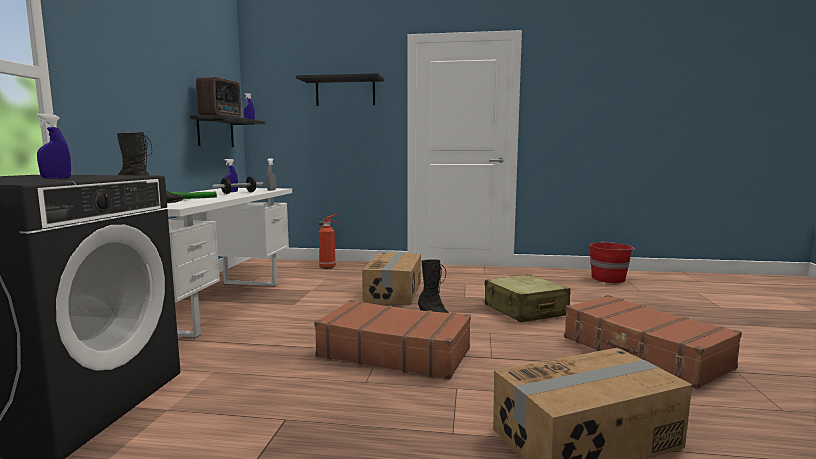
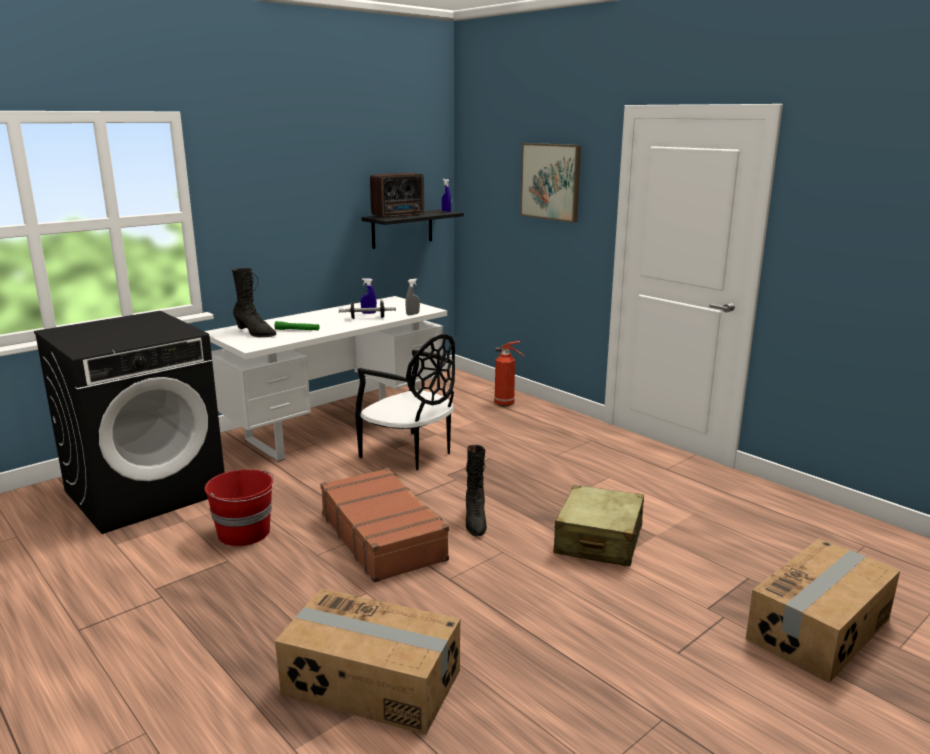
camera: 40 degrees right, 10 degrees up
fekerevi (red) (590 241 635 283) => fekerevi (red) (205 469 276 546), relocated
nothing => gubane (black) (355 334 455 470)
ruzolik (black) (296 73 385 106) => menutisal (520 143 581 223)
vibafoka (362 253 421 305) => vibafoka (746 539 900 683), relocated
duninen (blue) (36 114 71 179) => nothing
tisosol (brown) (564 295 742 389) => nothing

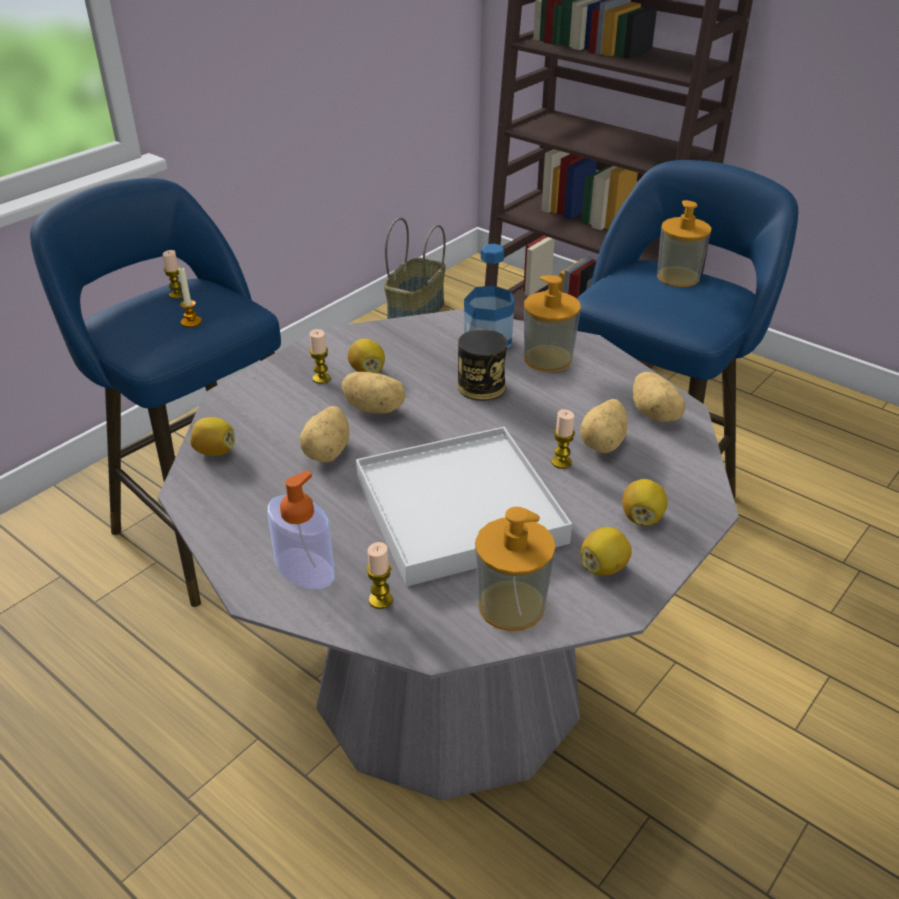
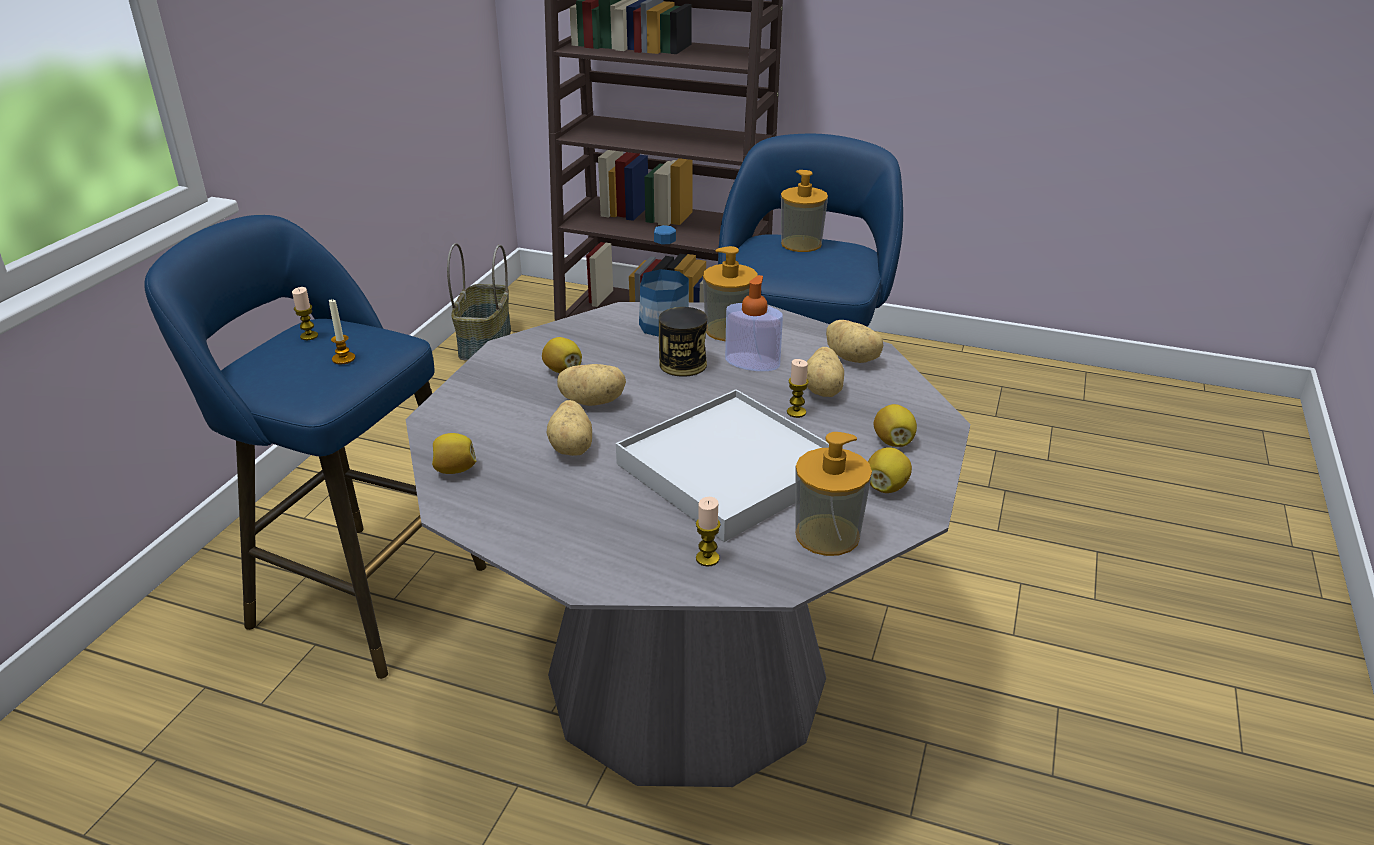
camera: 20 degrees left, 5 degrees down
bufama (267 470 334 589) => bufama (725 275 783 371), relocated
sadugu (310 329 331 384) => nothing

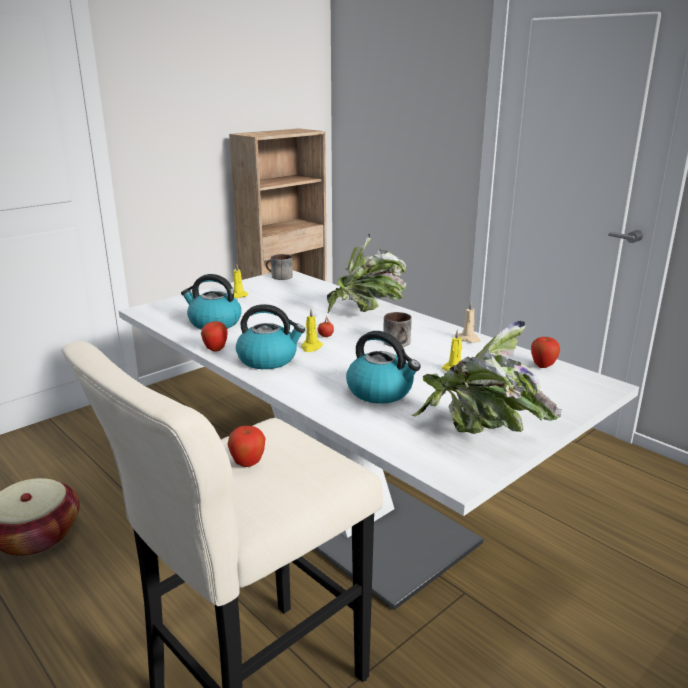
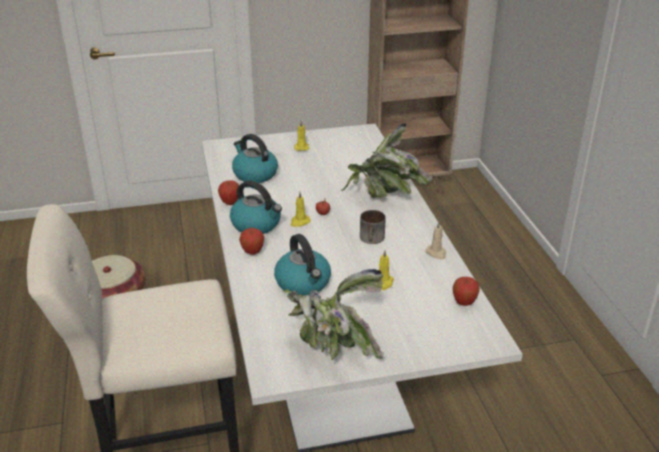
camera: 30 degrees right, 10 degrees up
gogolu (227 426 265 467) => gogolu (239 228 264 255), relocated
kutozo (266 254 293 280) => nothing

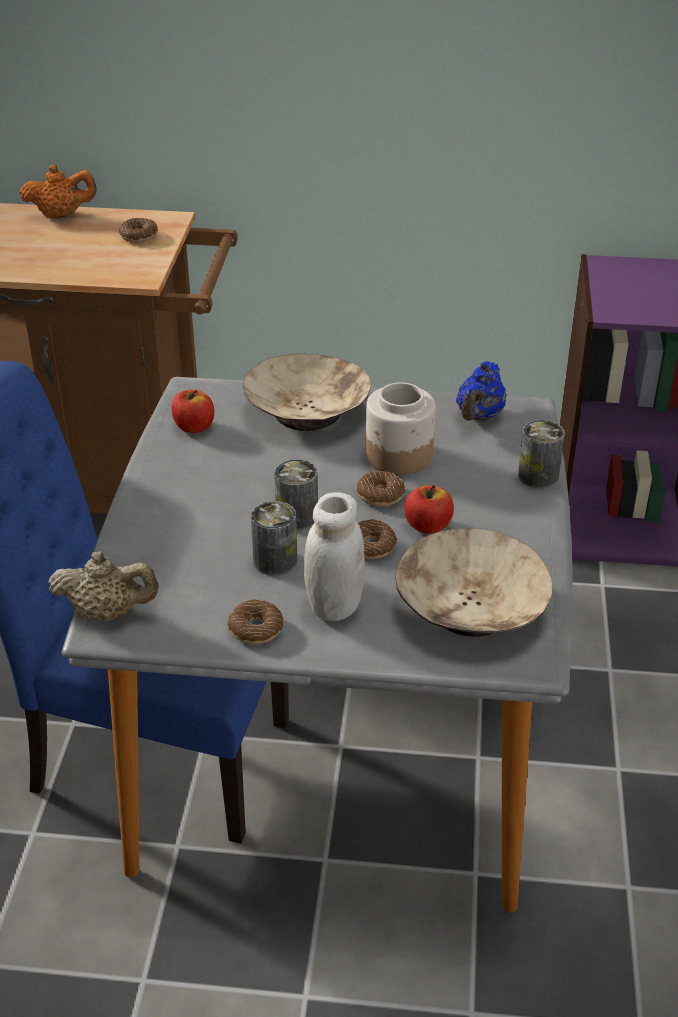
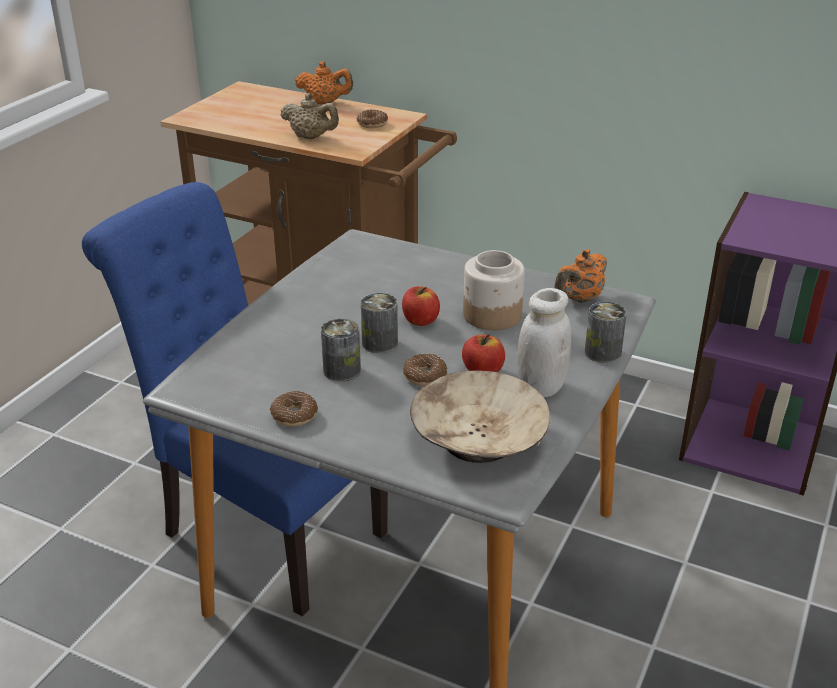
camera: 20 degrees right, 5 degrees down
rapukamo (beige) (48 551 159 621) => rapukamo (beige) (281 93 339 139), relocated
gogolu (172 390 214 433) => gogolu (402 286 440 326), relocated
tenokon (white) (304 492 365 621) => tenokon (white) (517 288 571 398), relocated
rapukamo (blue) (456 361 506 421) => rapukamo (orange) (554 249 607 303)
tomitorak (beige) (243 354 371 431) => nothing
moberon (357 471 405 506) => nothing

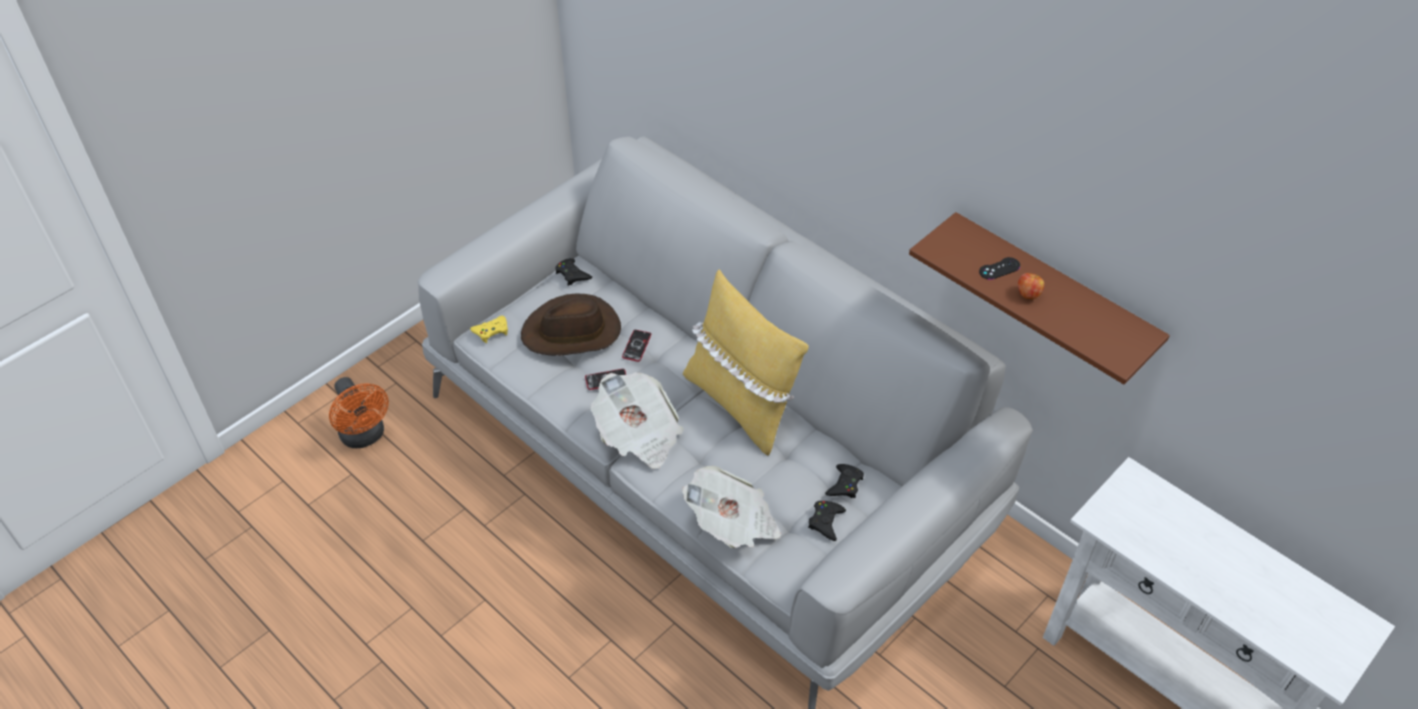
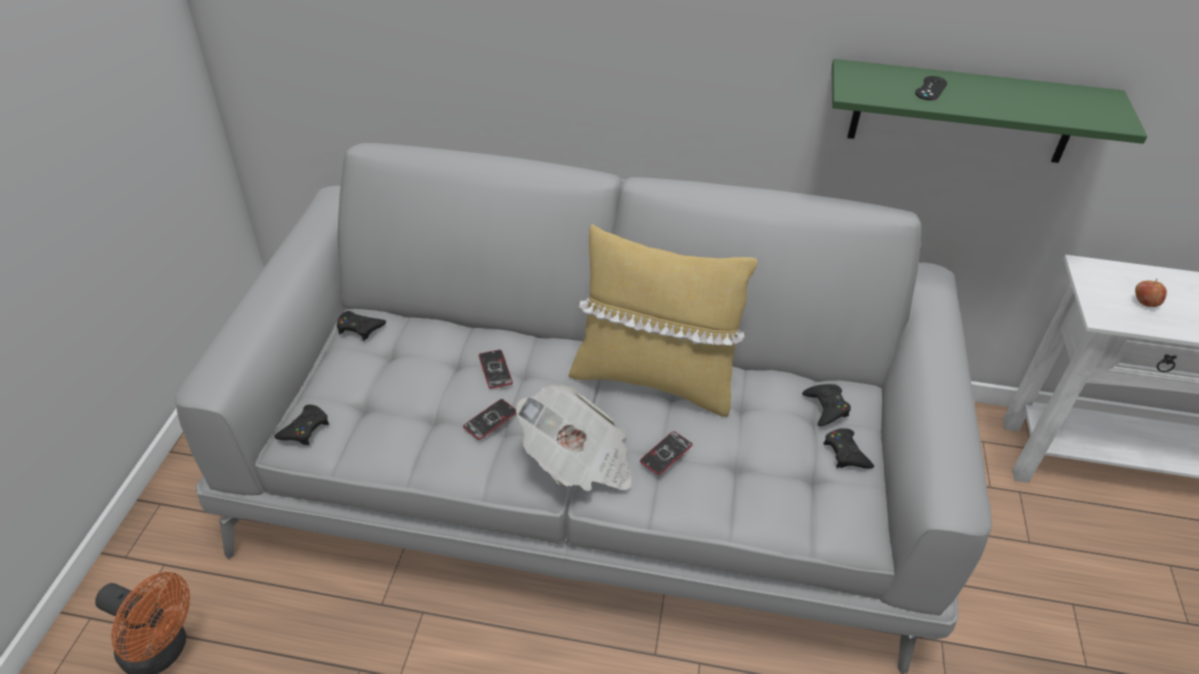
camera: 35 degrees left, 5 degrees down
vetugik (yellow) (470 316 508 343) => vetugik (black) (274 404 329 445)
nothing => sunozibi (640 431 692 475)
ruzolik (brown) (909 212 1170 384) => ruzolik (green) (832 59 1147 163)
gogolu (1018 273 1044 299) => gogolu (1135 279 1167 307), relocated
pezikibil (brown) (521 294 621 356) => nothing
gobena (682 466 781 548) => nothing

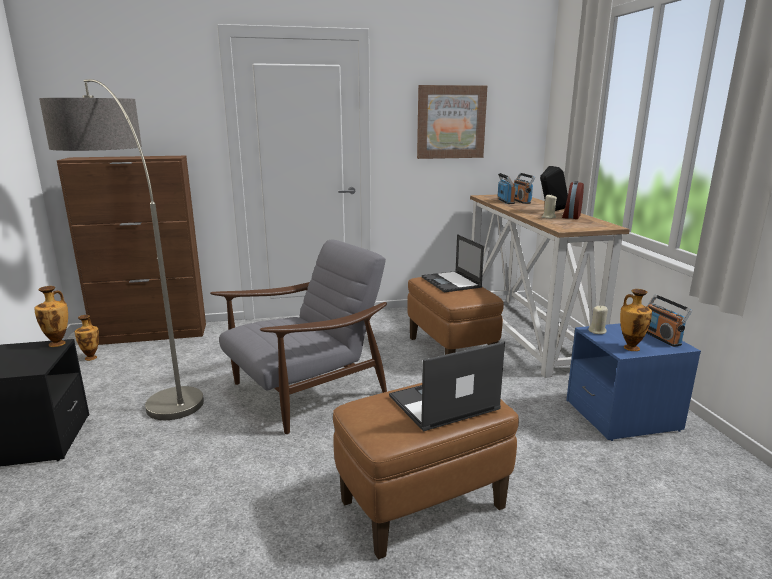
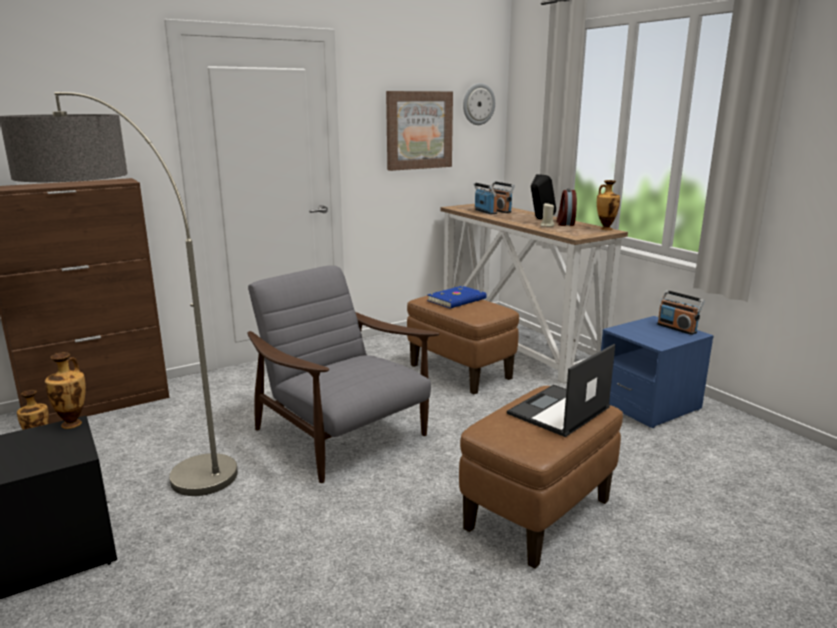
camera: 20 degrees left, 0 degrees up
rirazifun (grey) (210 240 387 434) => rirazifun (grey) (247 265 439 483), 75 degrees counterclockwise
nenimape (422 234 484 293) => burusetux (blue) (427 286 487 308)
nothing => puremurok (463 83 495 125)
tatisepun (620 289 652 351) => tatisepun (597 180 620 230), relocated
sadugu (beige) (588 305 608 334) => nothing

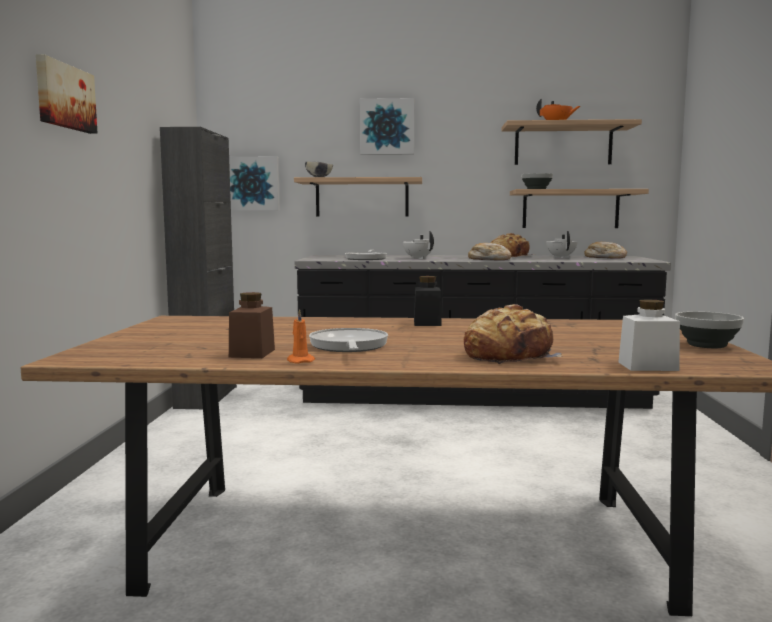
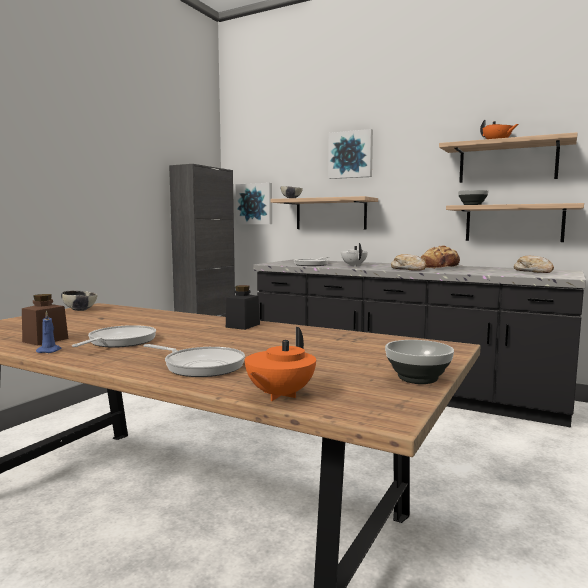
camera: 25 degrees right, 0 degrees up
sadugu (orange) (287 309 315 364) => sadugu (blue) (36 310 61 353)
nothing => tomitorak (61 291 98 311)
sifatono (464 304 562 364) => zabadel (143 344 245 377)
tenokon (white) (618 299 680 371) => rapukamo (orange) (245 327 316 401)
menutisal (36 54 98 134) => nothing
rapukamo (white) (546 231 578 258) => nothing

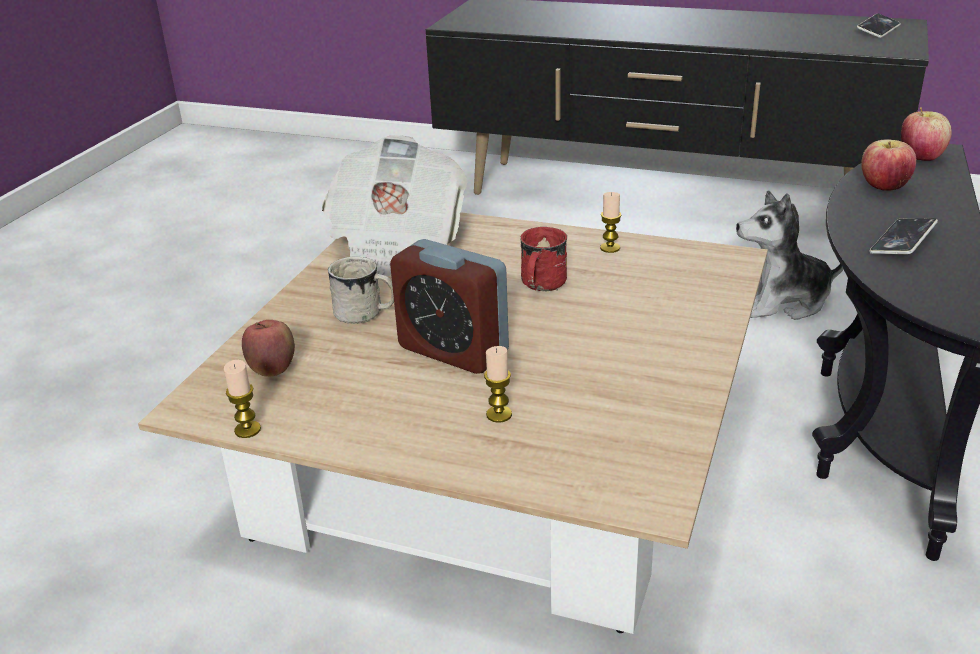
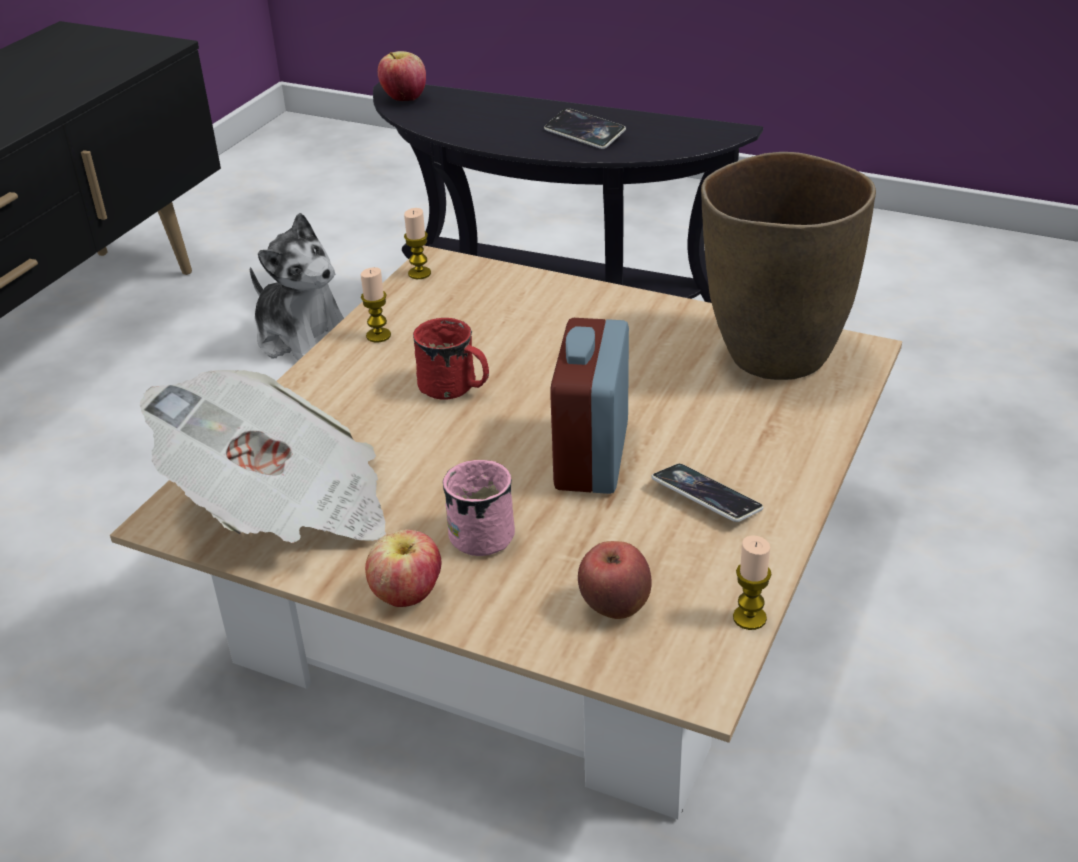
camera: 85 degrees left, 5 degrees up
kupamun (736 190 844 320) => kupamun (250 213 344 361), 45 degrees counterclockwise
gogolu (861 139 916 191) => gogolu (365 529 441 607), relocated
sadugu (484 346 512 423) => sadugu (404 208 431 279), relocated
kutozo (white) (328 256 394 324) => kutozo (pink) (443 460 515 556)
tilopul (390 239 509 374) => tilopul (550 318 629 494), 150 degrees clockwise
sunozibi (857 13 901 38) => sunozibi (651 464 764 522), relocated
nothing => tatisepun (brown) (701 152 876 380)

